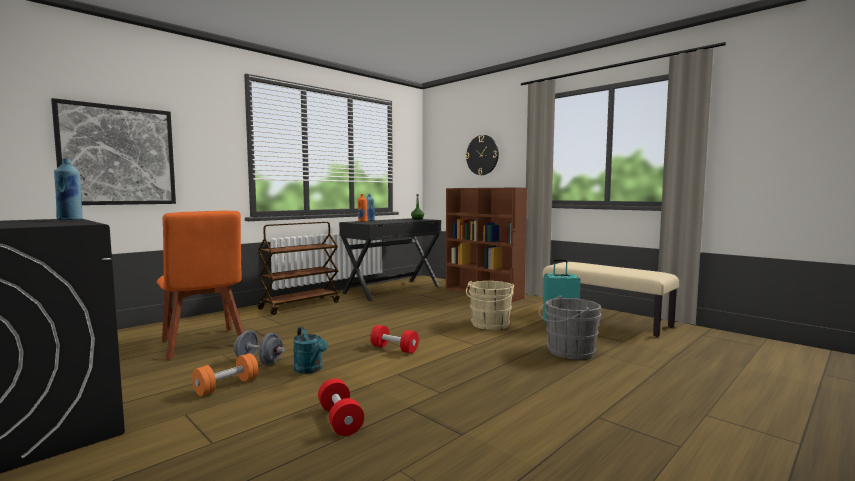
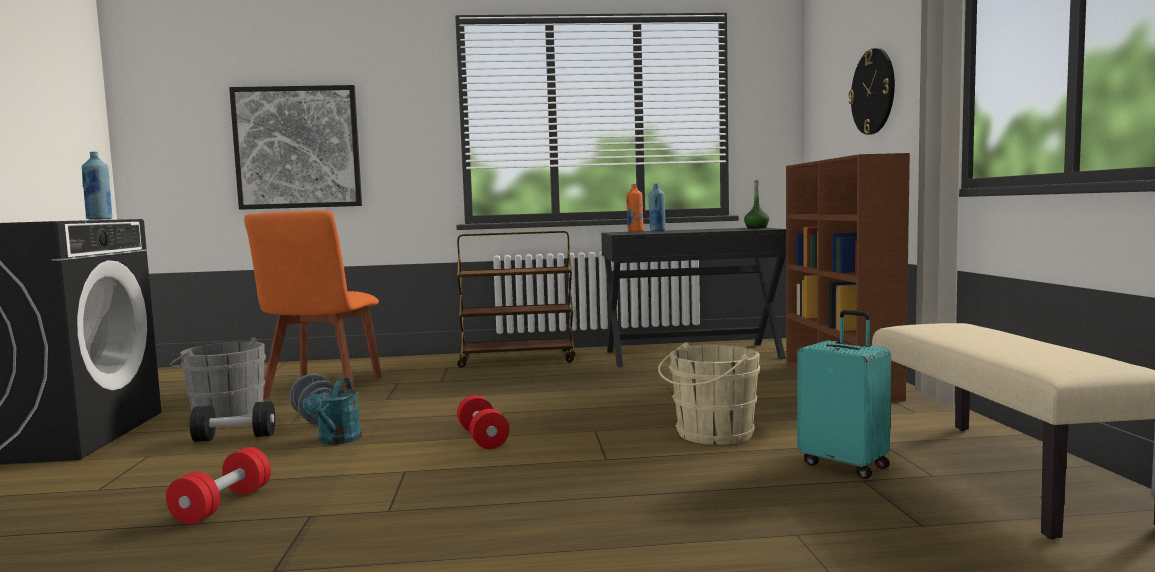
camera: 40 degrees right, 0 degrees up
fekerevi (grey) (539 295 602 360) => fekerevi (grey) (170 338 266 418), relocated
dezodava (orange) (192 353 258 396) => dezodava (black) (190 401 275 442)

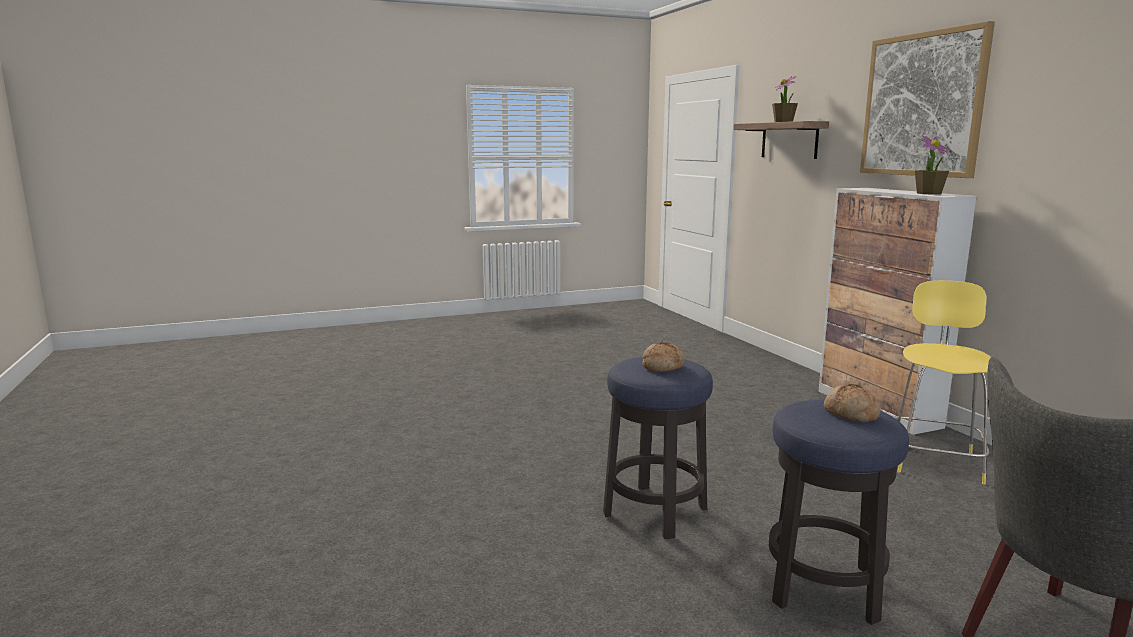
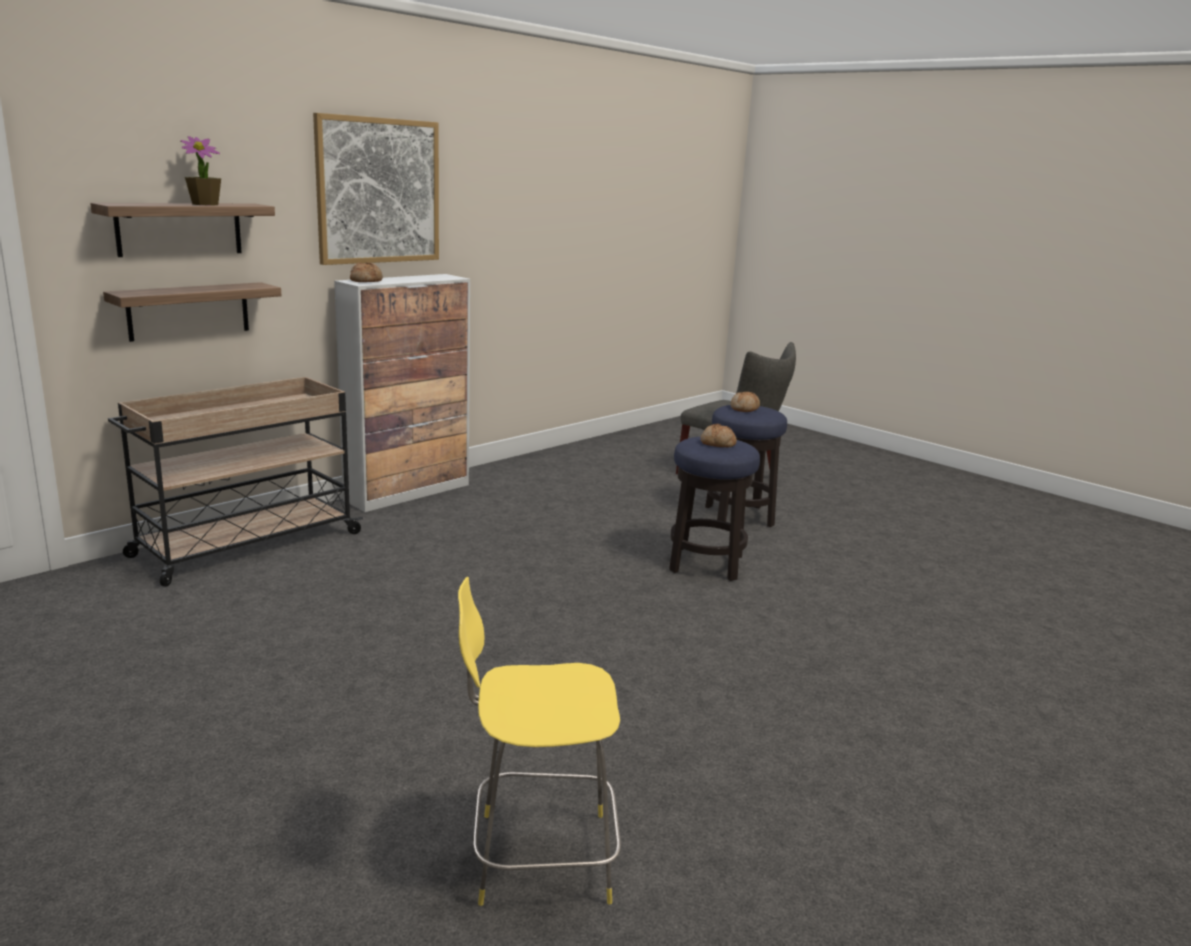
camera: 115 degrees left, 5 degrees up
nothing => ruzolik (103 282 281 342)
nothing => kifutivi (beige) (108 377 363 587)
nothing => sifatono (350 262 383 282)
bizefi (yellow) (895 280 991 485) => bizefi (yellow) (458 577 621 906), relocated
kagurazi (915 136 949 195) => nothing

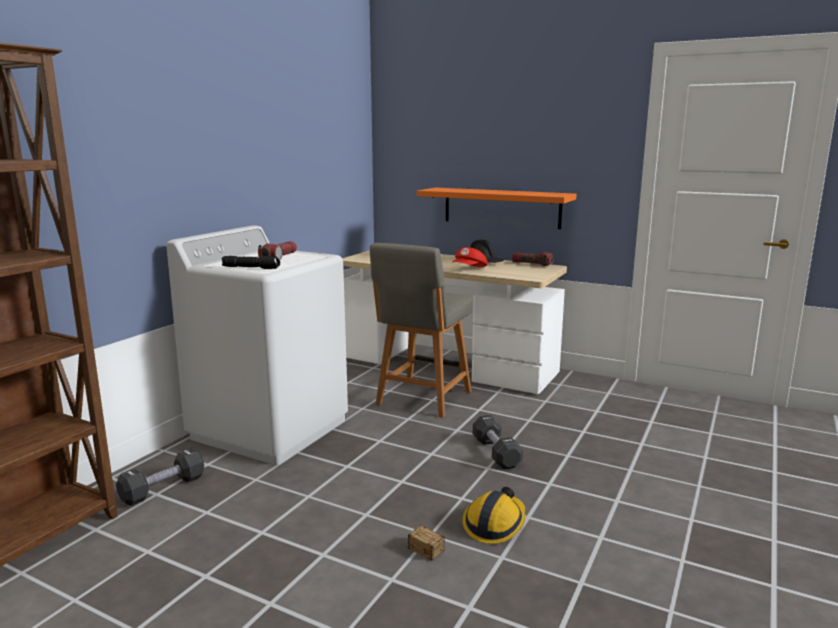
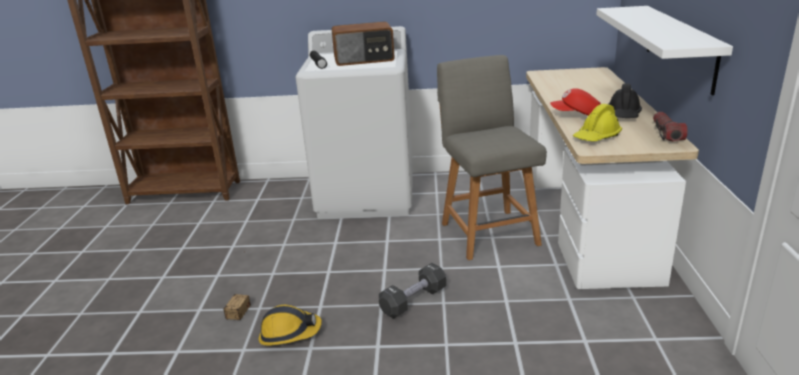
camera: 65 degrees right, 10 degrees up
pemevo (258 241 297 260) => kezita (331 21 395 66)
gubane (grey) (370 243 473 418) => gubane (grey) (437 55 547 260), 75 degrees clockwise
nothing => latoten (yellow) (573 104 622 141)
ruzolik (orange) (417 188 577 229) => ruzolik (white) (596 6 733 95)
dezodava (black) (116 448 204 506) => nothing

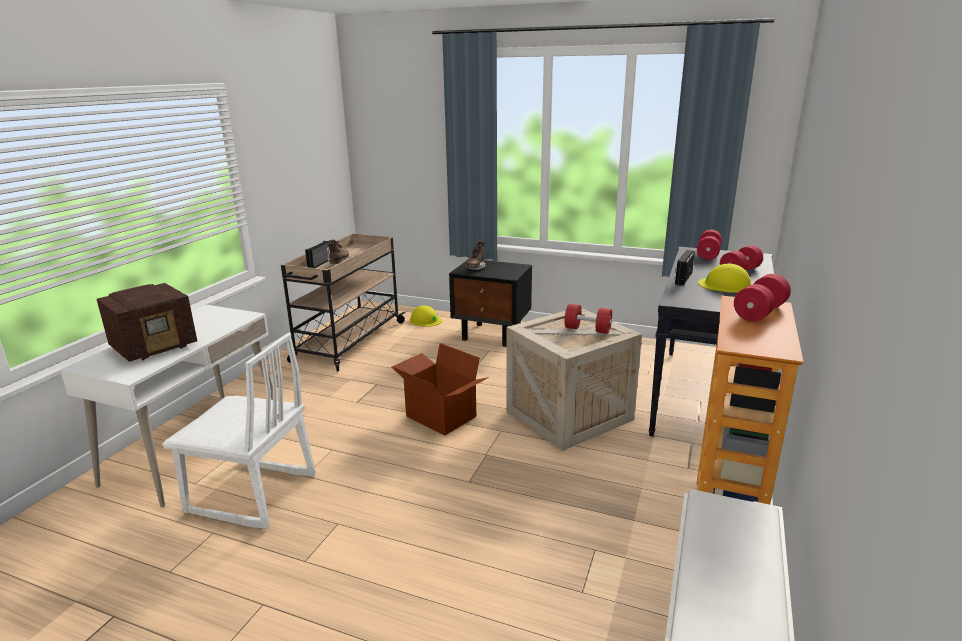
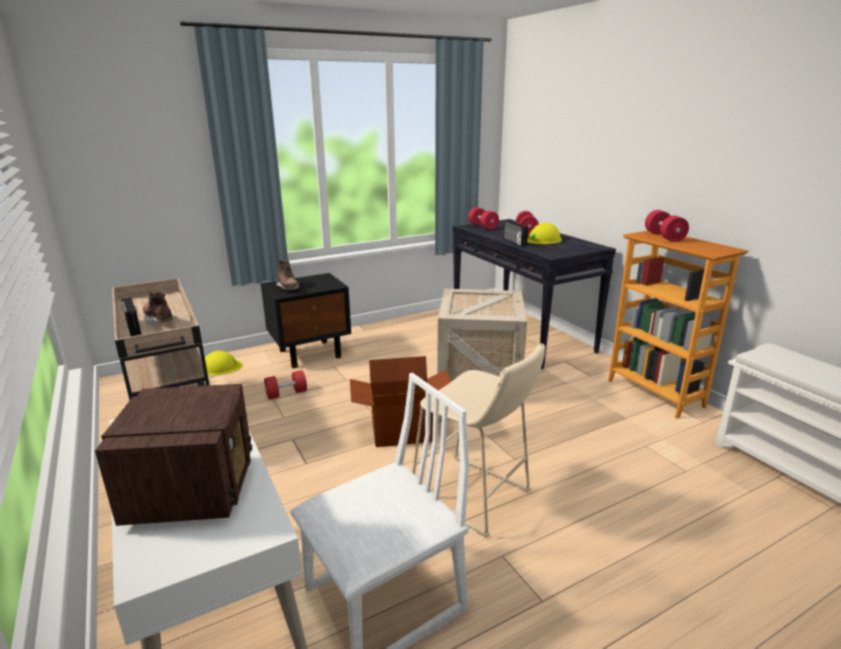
camera: 50 degrees left, 0 degrees up
dezodava (red) (564 304 612 334) => dezodava (red) (264 370 307 399), relocated
nothing => bizefi (beige) (412 343 545 538)

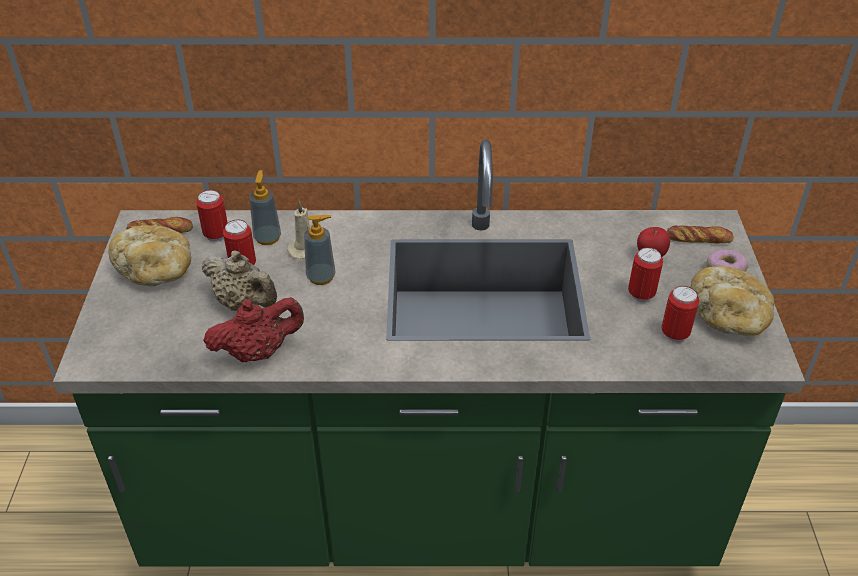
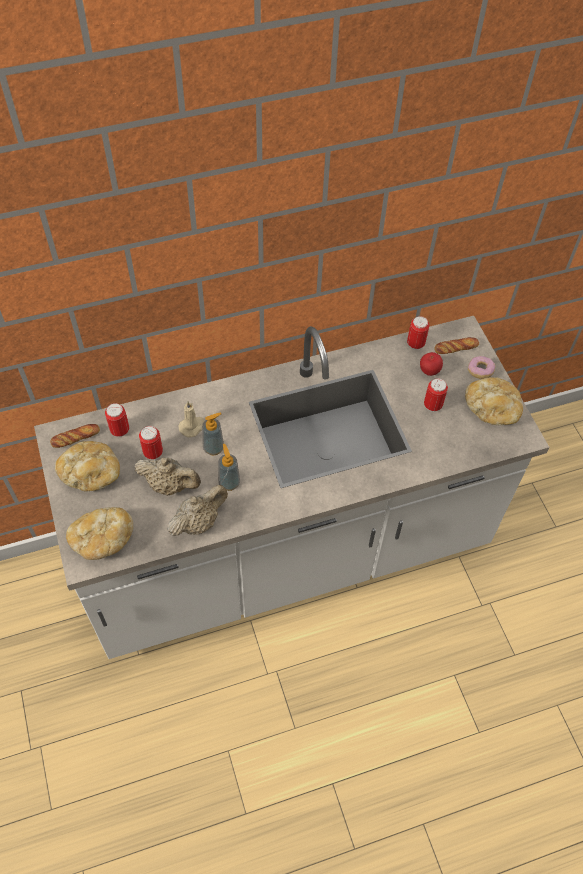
camera: 20 degrees left, 15 degrees up
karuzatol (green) (53 140 805 566) => karuzatol (white) (34 316 549 659)
nothing => sifatono (66 507 133 560)
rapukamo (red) (203 297 304 363) => rapukamo (beige) (167 485 228 536)
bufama (249 170 281 245) => bufama (218 444 240 491), relocated
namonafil (661 286 699 342) => namonafil (407 316 429 350), relocated

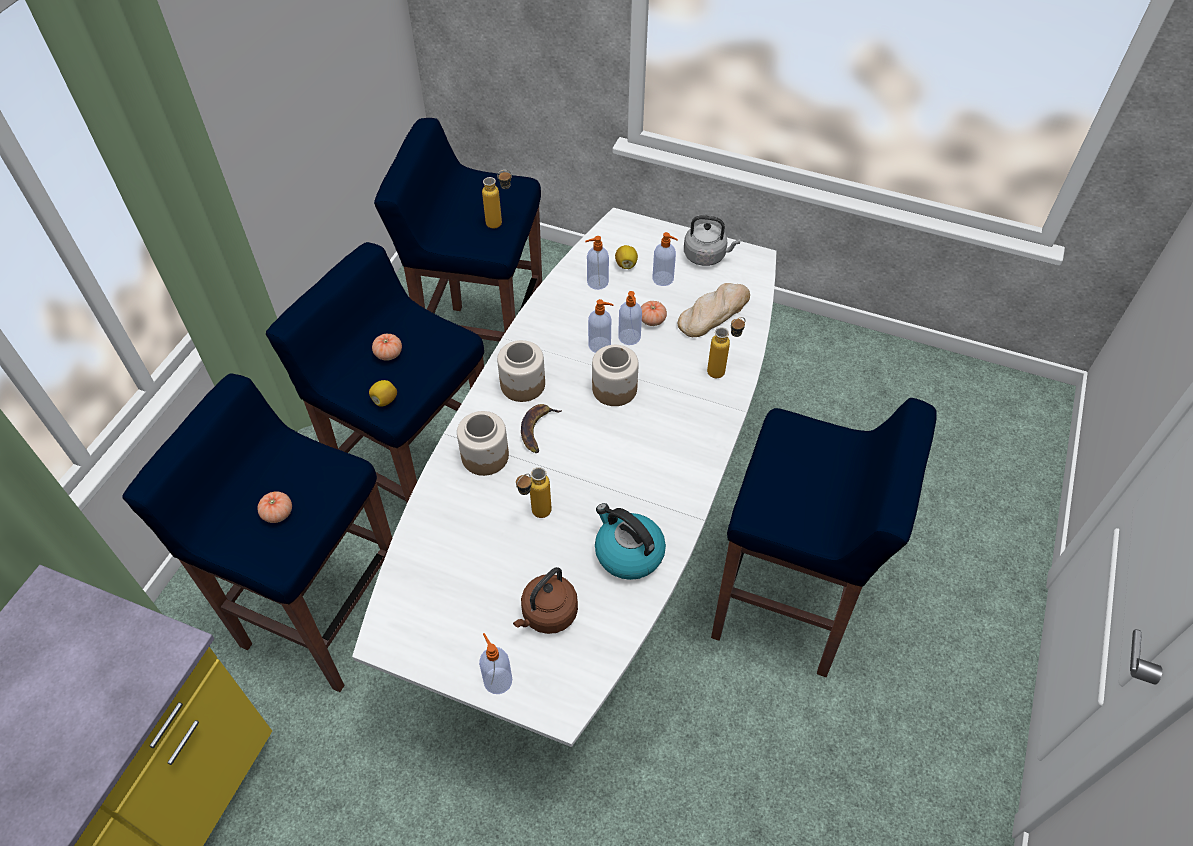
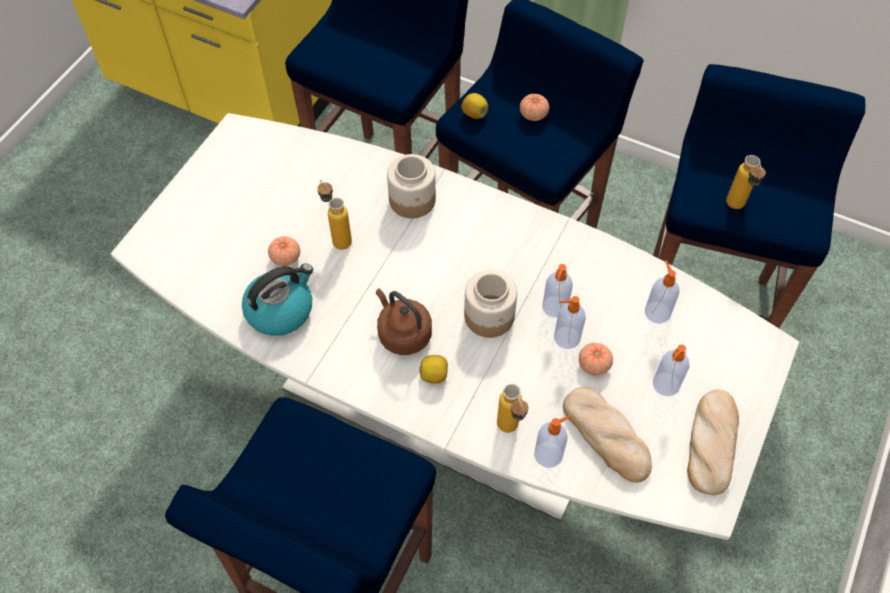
camera: 95 degrees right, 5 degrees up
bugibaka (257 491 292 523) => bugibaka (268 236 300 266), relocated
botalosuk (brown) (513 567 578 634) => botalosuk (brown) (376 288 432 355), relocated
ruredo (615 245 638 269) => ruredo (419 355 448 384), relocated
bufama (479 633 512 694) => bufama (534 415 572 468), relocated
botalosuk (grey) (684 215 740 266) => sifatono (687 389 739 495)
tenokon (497 340 545 402) => nothing
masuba (521 404 562 453) => nothing

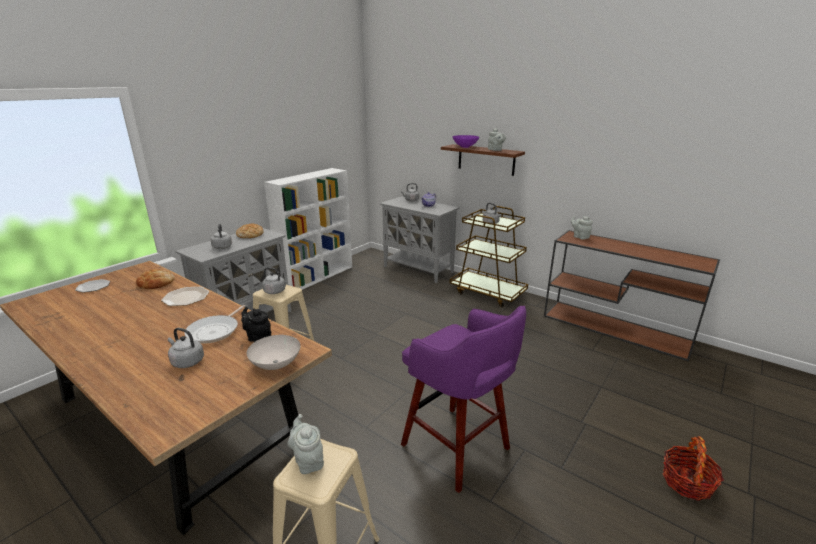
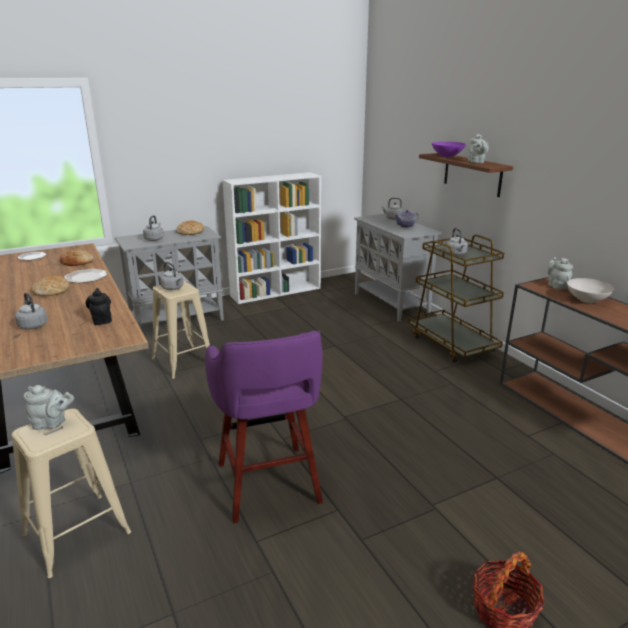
camera: 25 degrees right, 0 degrees up
rapukamo (grey) (287 414 324 474) => rapukamo (grey) (24 385 74 430), 90 degrees clockwise
nothing => sifatono (31 275 70 296)
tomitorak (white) (247 335 300 370) => tomitorak (white) (567 278 614 303), relocated
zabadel (184 305 245 344) => nothing

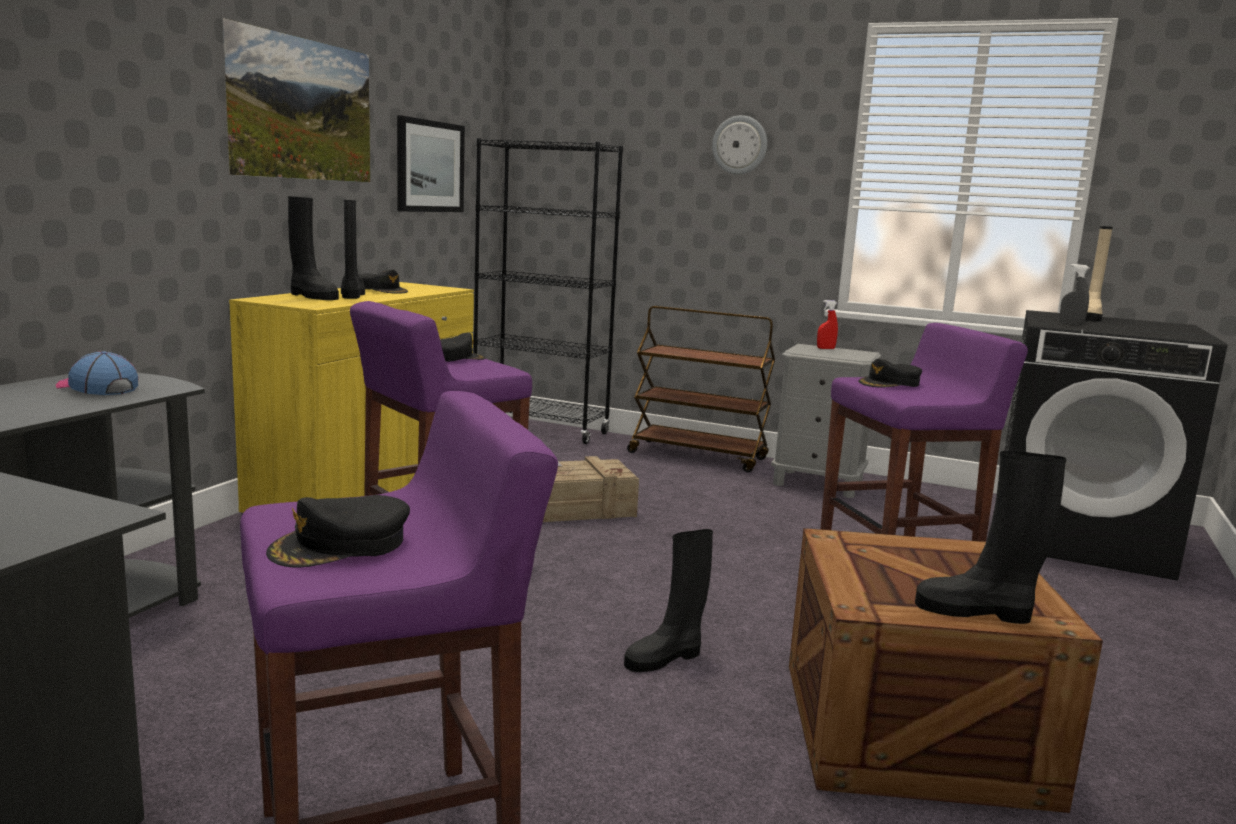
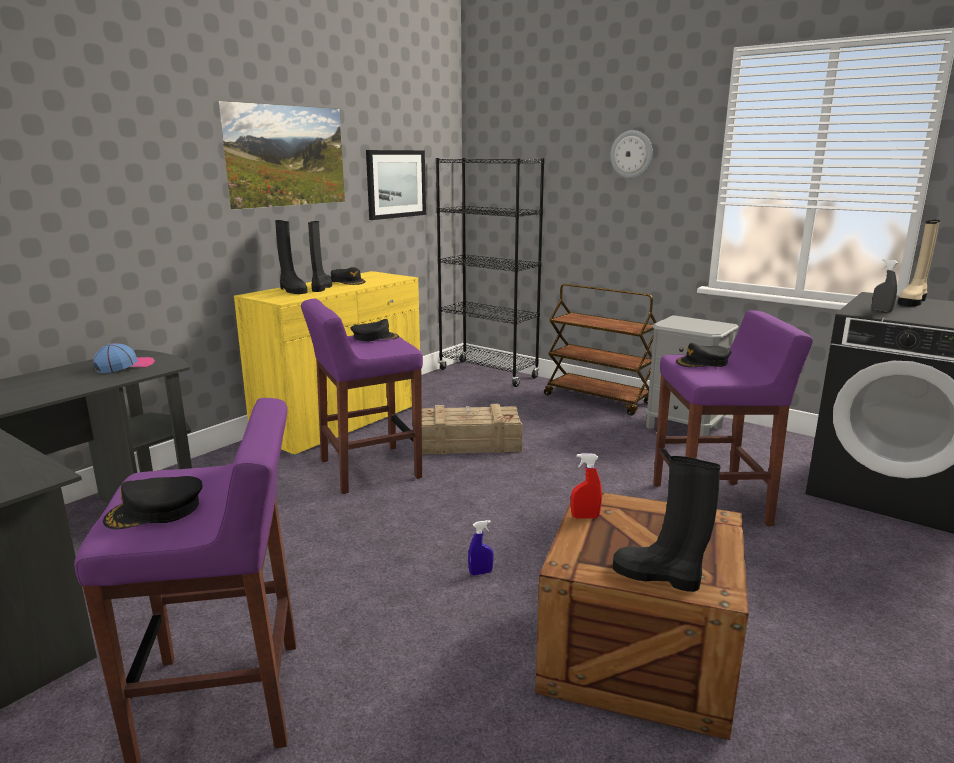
camera: 15 degrees right, 5 degrees up
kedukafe (56 351 138 395) => kedukafe (93 343 155 373), 90 degrees clockwise
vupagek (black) (624 529 713 672) => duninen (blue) (468 520 494 575)
duninen (red) (817 300 838 349) => duninen (red) (571 453 602 519), relocated

